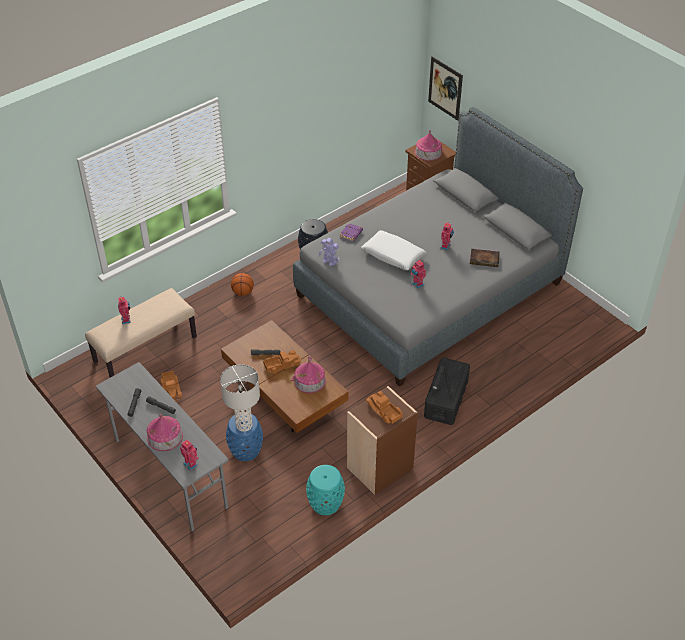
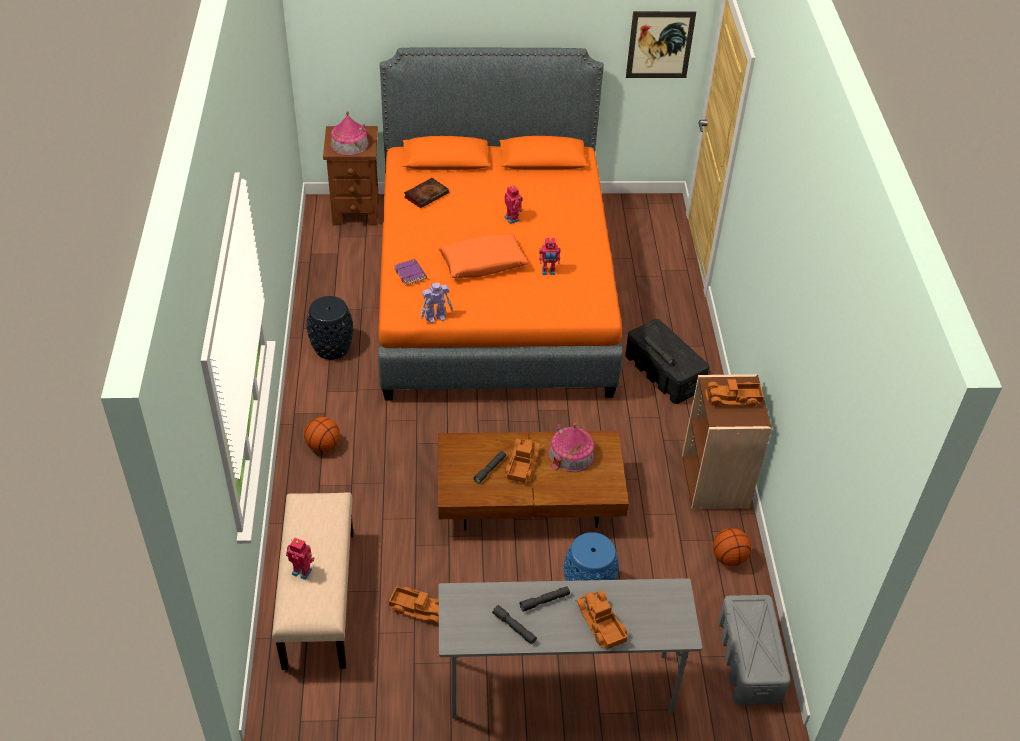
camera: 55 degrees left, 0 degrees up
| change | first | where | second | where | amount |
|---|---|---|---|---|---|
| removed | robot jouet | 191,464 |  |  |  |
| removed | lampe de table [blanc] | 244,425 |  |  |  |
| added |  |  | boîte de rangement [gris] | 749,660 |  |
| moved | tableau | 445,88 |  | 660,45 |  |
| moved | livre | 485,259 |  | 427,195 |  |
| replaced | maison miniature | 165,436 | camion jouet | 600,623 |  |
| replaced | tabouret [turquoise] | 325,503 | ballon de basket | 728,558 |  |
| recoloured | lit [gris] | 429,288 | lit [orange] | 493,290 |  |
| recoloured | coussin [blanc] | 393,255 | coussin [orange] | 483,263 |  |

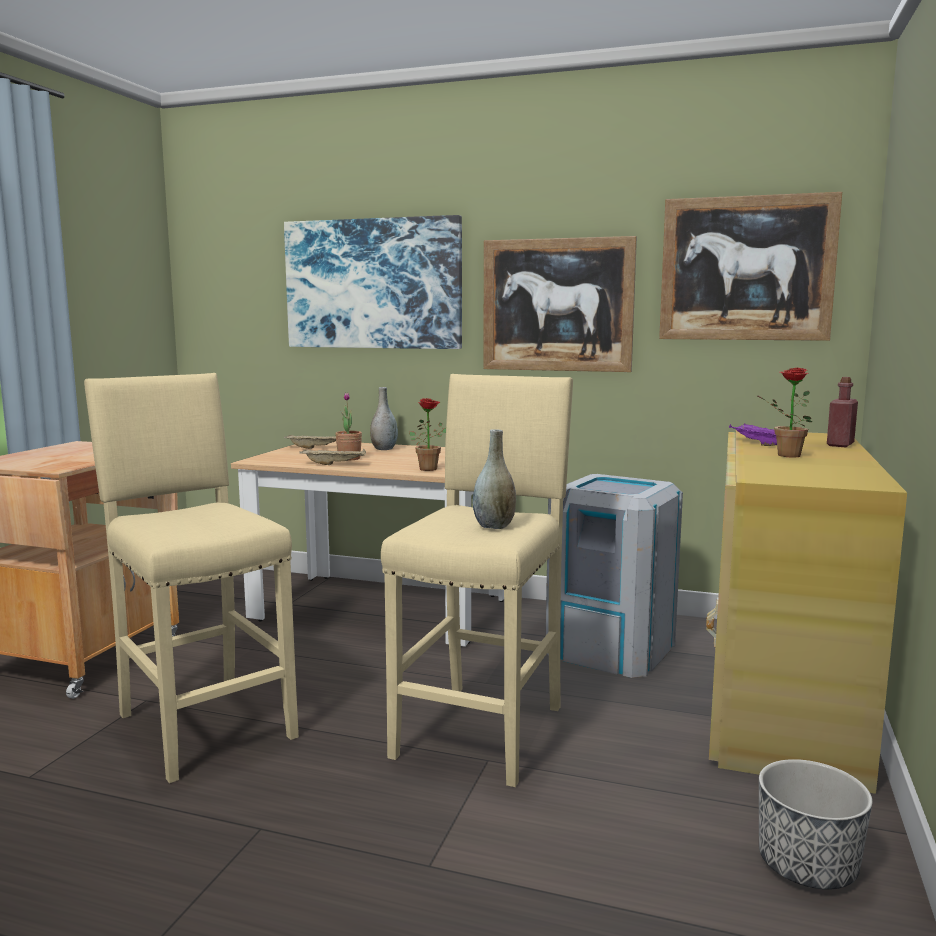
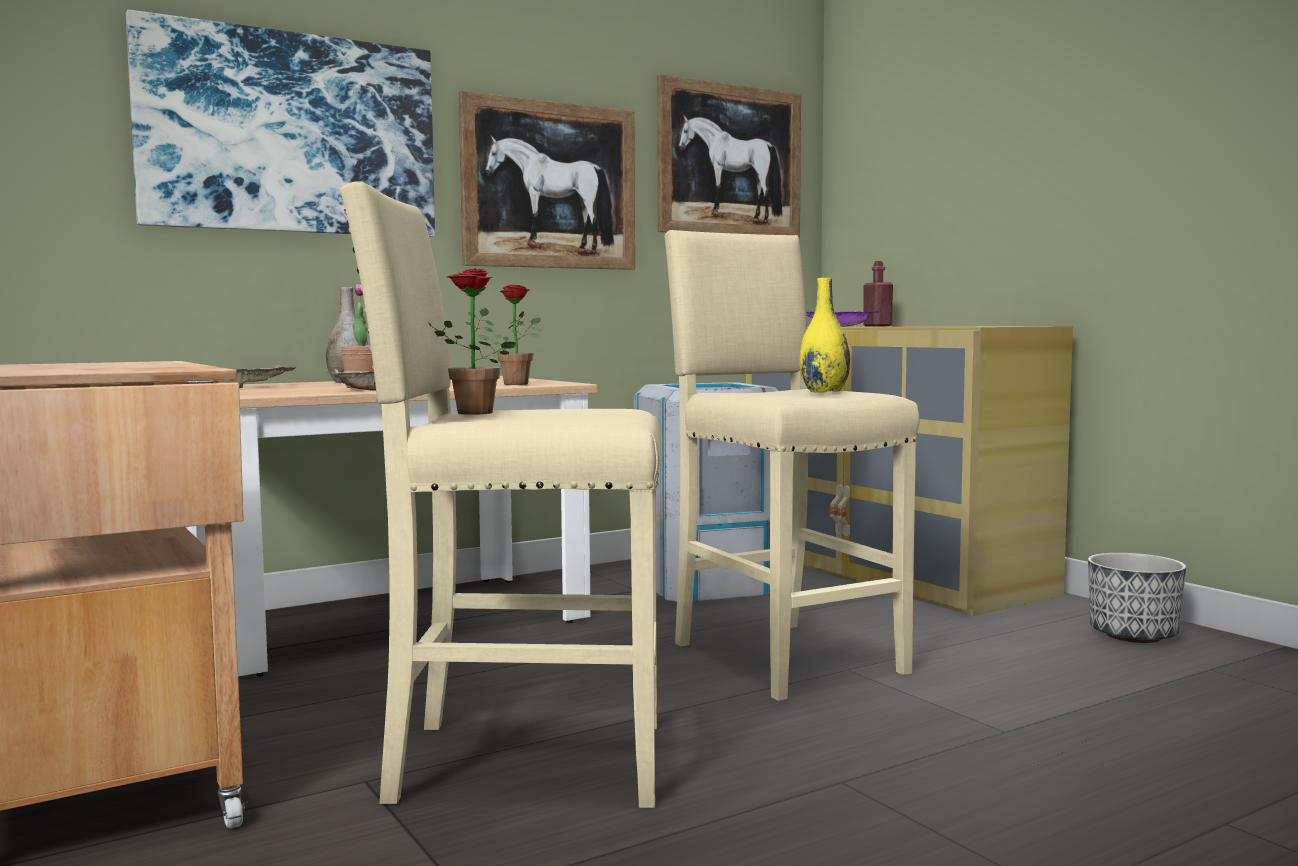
camera: 50 degrees left, 5 degrees down
| change | first | where | second | where | amount |
|---|---|---|---|---|---|
| moved | plante en pot | 783,455 |  | 467,413 |  |
| recoloured | vase [gris] | 494,526 | vase [jaune] | 824,391 |  |

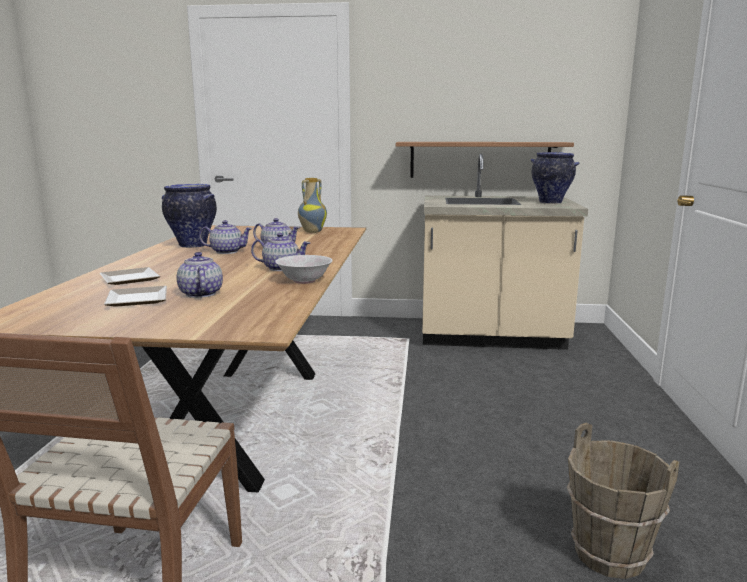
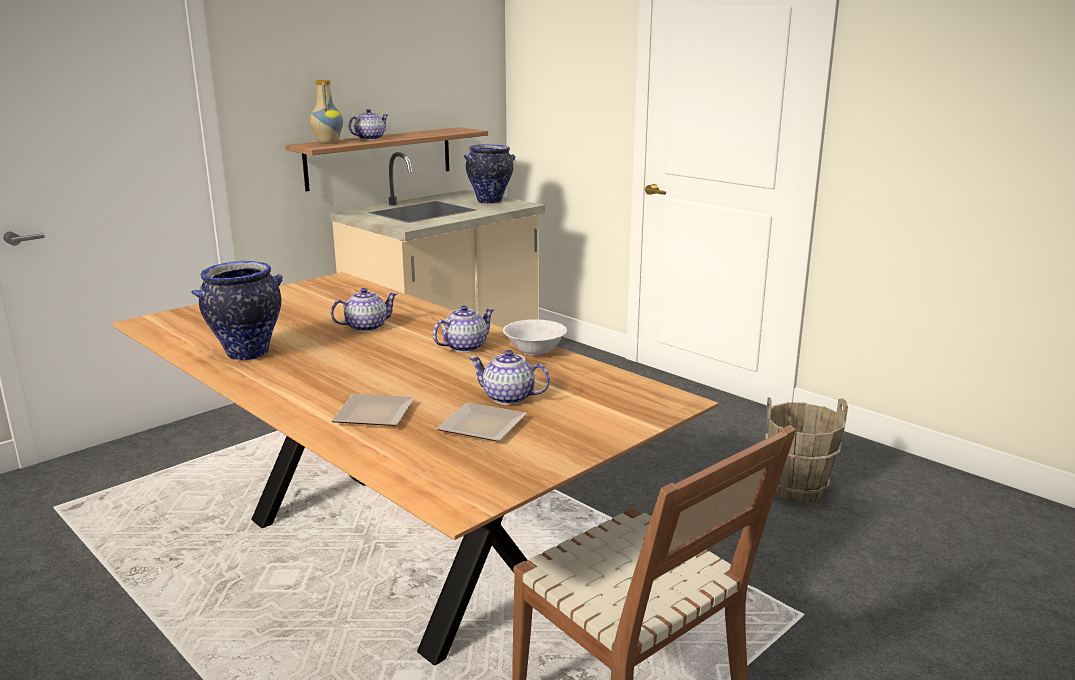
camera: 50 degrees left, 5 degrees up
| change | first | where | second | where | amount |
|---|---|---|---|---|---|
| moved | théière | 226,251 |  | 369,138 |  |
| moved | vase | 312,231 |  | 327,143 |  |

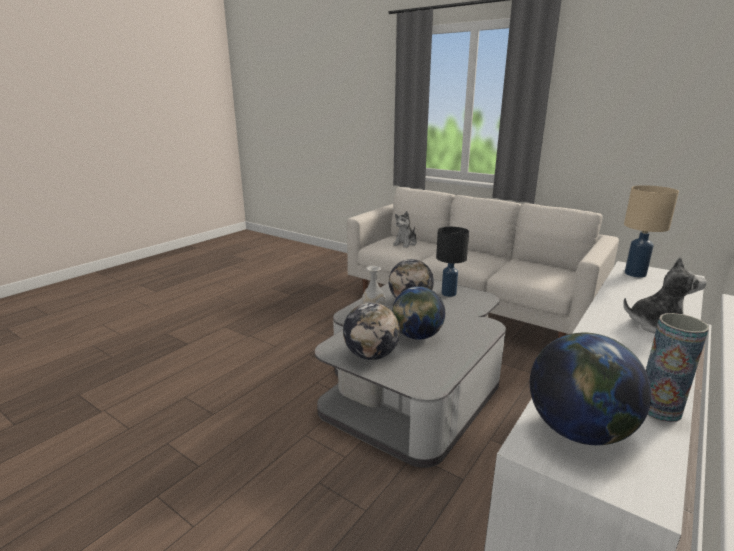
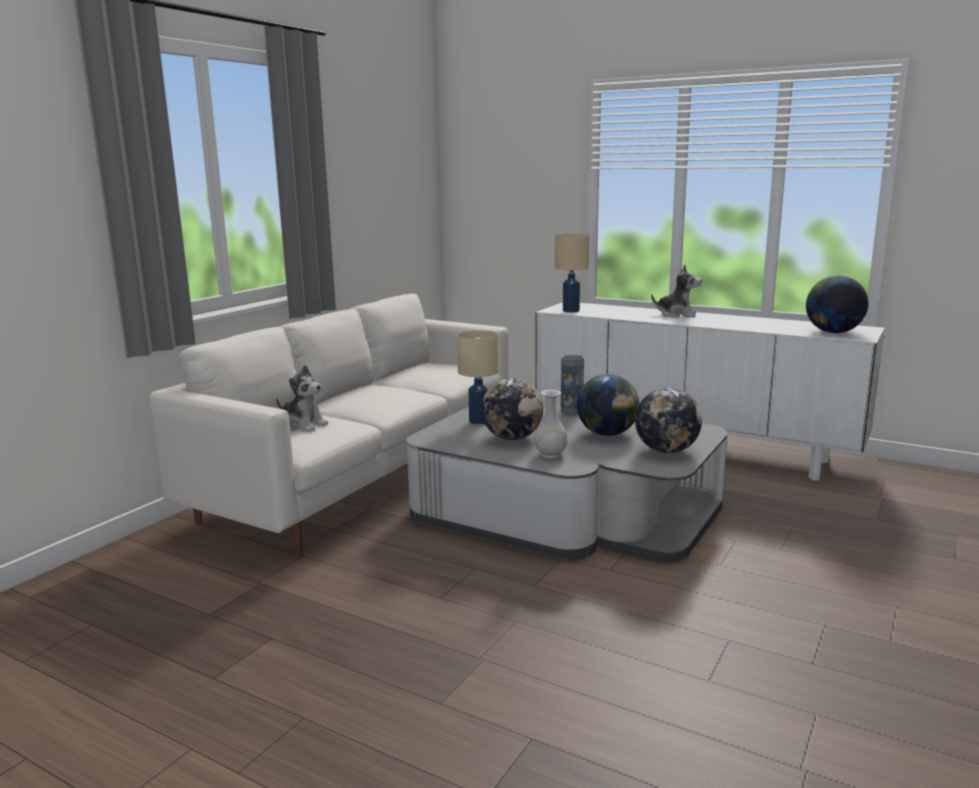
camera: 95 degrees left, 5 degrees down
| change | first | where | second | where | amount |
|---|---|---|---|---|---|
| moved | vase | 659,409 |  | 571,411 |  |
| recoloured | lampe de table [noir] | 448,293 | lampe de table [beige] | 478,421 |  |
| turned | peluche | 656,325 |  | 677,315 | 105 degrees clockwise |

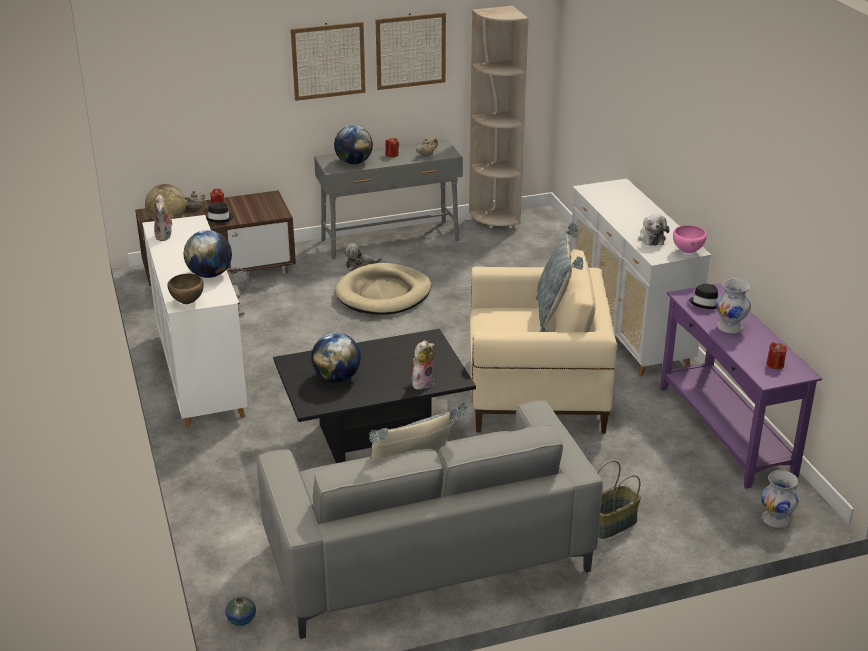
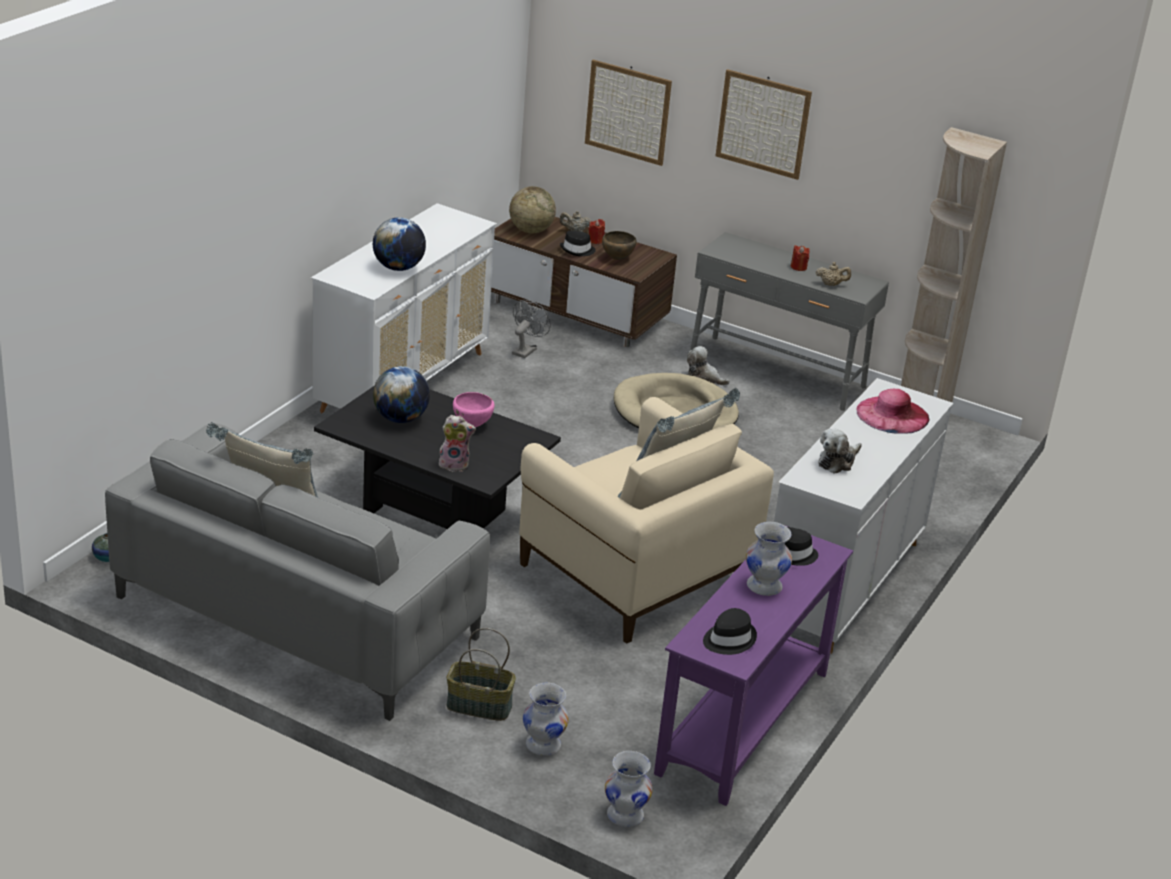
camera: 45 degrees right, 0 degrees up
| change | first | where | second | where | amount |
|---|---|---|---|---|---|
| removed | peluche | 165,236 |  |  |  |
| removed | globe | 353,162 |  |  |  |
| added |  |  | vase [blanc] | 543,745 |  |
| added |  |  | chapeau [rose] | 892,414 |  |
| moved | bol [marron] | 188,302 |  | 617,259 |  |
| moved | tableau | 410,49 |  | 628,110 |  |
| moved | bol [rose] | 687,251 |  | 472,425 |  |
| replaced | bougie [rouge] | 775,364 | chapeau [noir] | 728,639 |  |

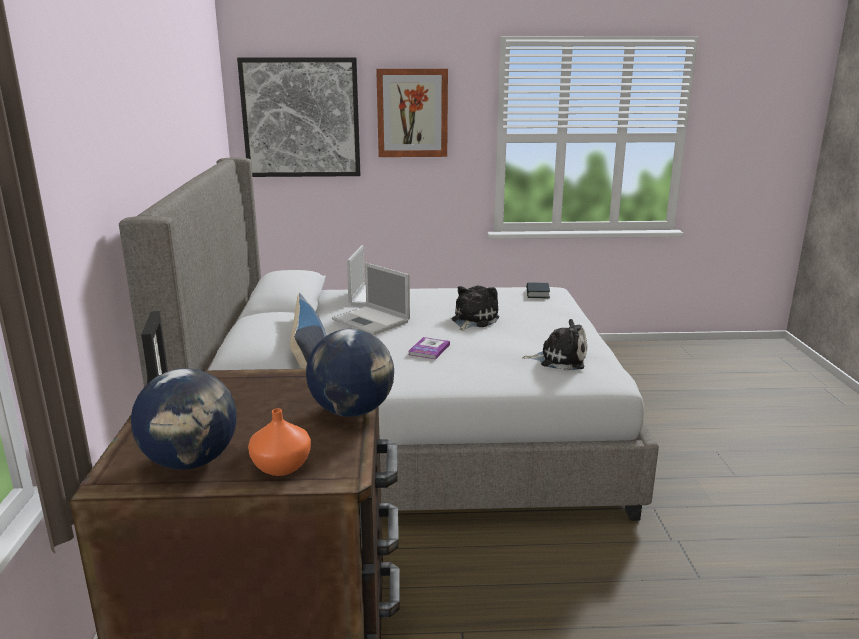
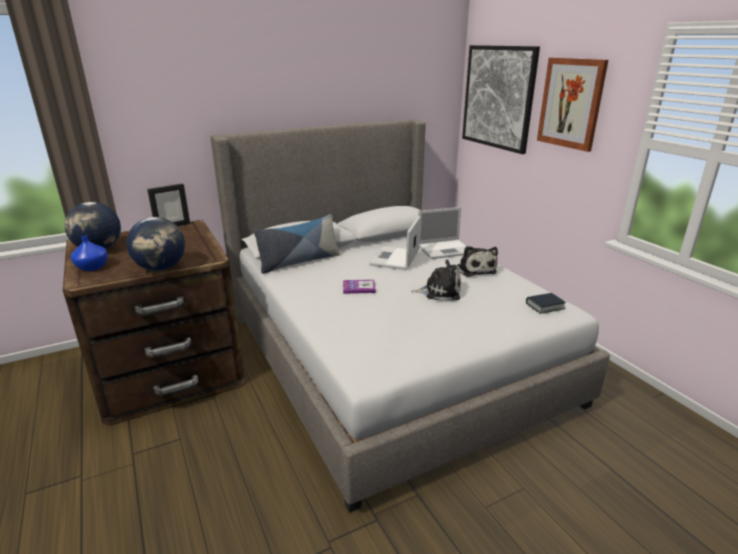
camera: 65 degrees right, 5 degrees up
| change | first | where | second | where | amount |
|---|---|---|---|---|---|
| moved | peluche | 559,359 |  | 475,269 |  |
| recoloured | vase [orange] | 280,467 | vase [bleu] | 92,267 |  |

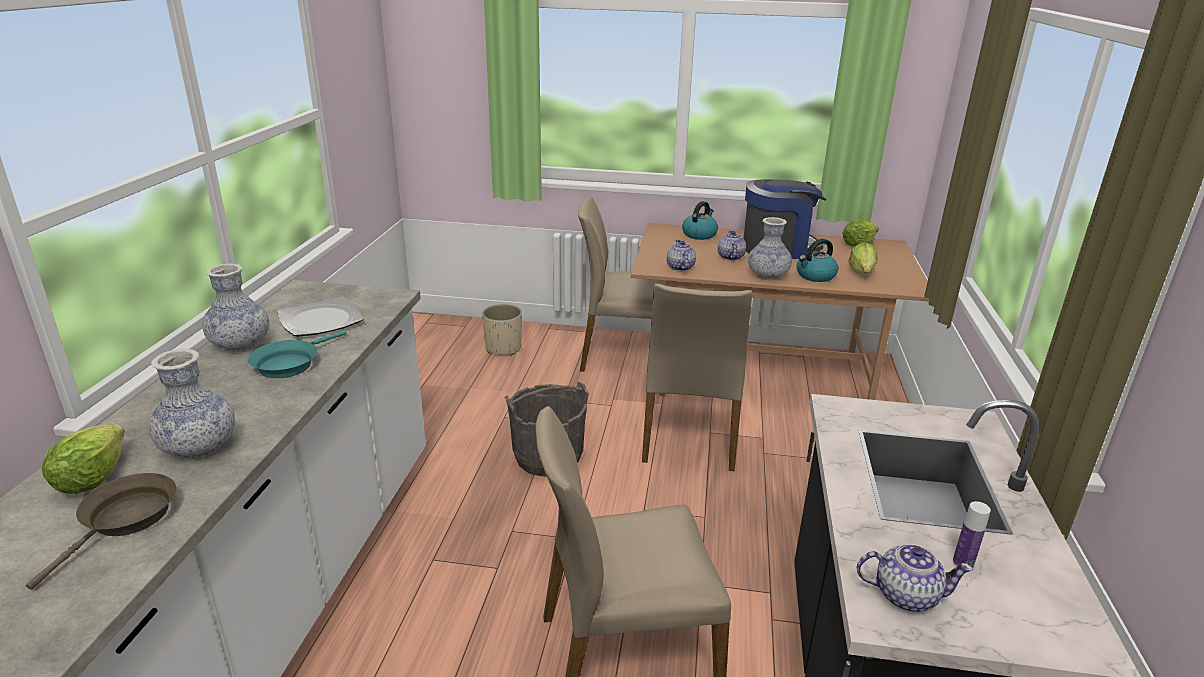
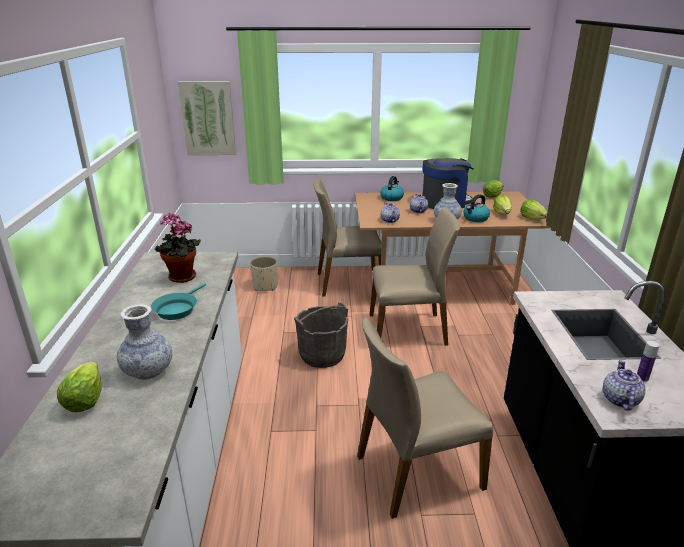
camera: 10 degrees left, 0 degrees up
| change | first | where | second | where | amount |
|---|---|---|---|---|---|
| removed | poêle [marron] | 125,520 |  |  |  |
| removed | vase | 240,345 |  |  |  |
| added |  |  | tableau | 208,118 |  |
| added |  |  | laitue | 532,218 |  |
| replaced | assiette | 320,321 | plante en pot | 181,278 |  |
| turned | chaise [beige] | 689,436 |  | 408,330 | 90 degrees counterclockwise |
| turned | théière | 905,595 |  | 619,400 | 75 degrees counterclockwise |

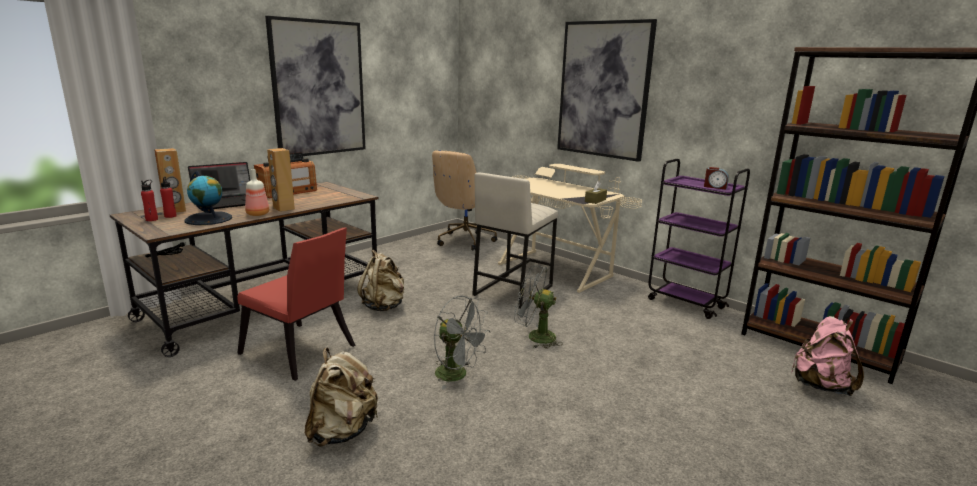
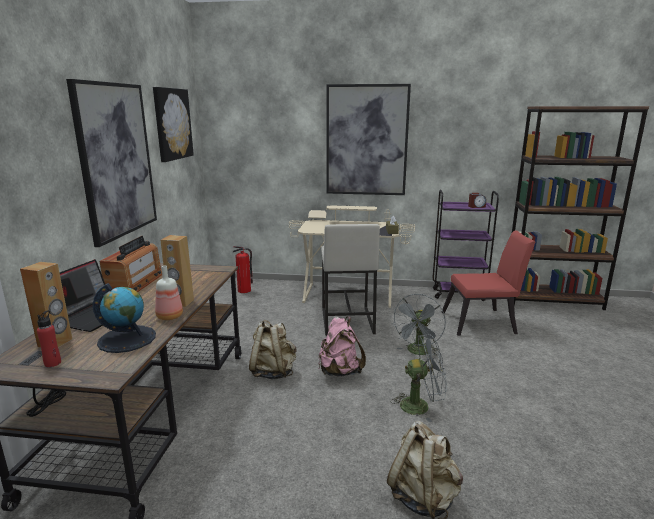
camera: 35 degrees left, 0 degrees up
| change | first | where | second | where | amount |
|---|---|---|---|---|---|
| removed | bouteille [rouge] | 170,216 |  |  |  |
| added |  |  | tableau | 172,124 |  |
| moved | chaise [rouge] | 301,353 |  | 483,323 |  |
| moved | sac à dos [rose] | 820,385 |  | 339,371 |  |
| replaced | chaise de bureau [bleu] | 464,241 | extincteur | 244,290 |  |
| turned | ventilateur [gris] | 535,337 |  | 418,352 | 45 degrees counterclockwise |

